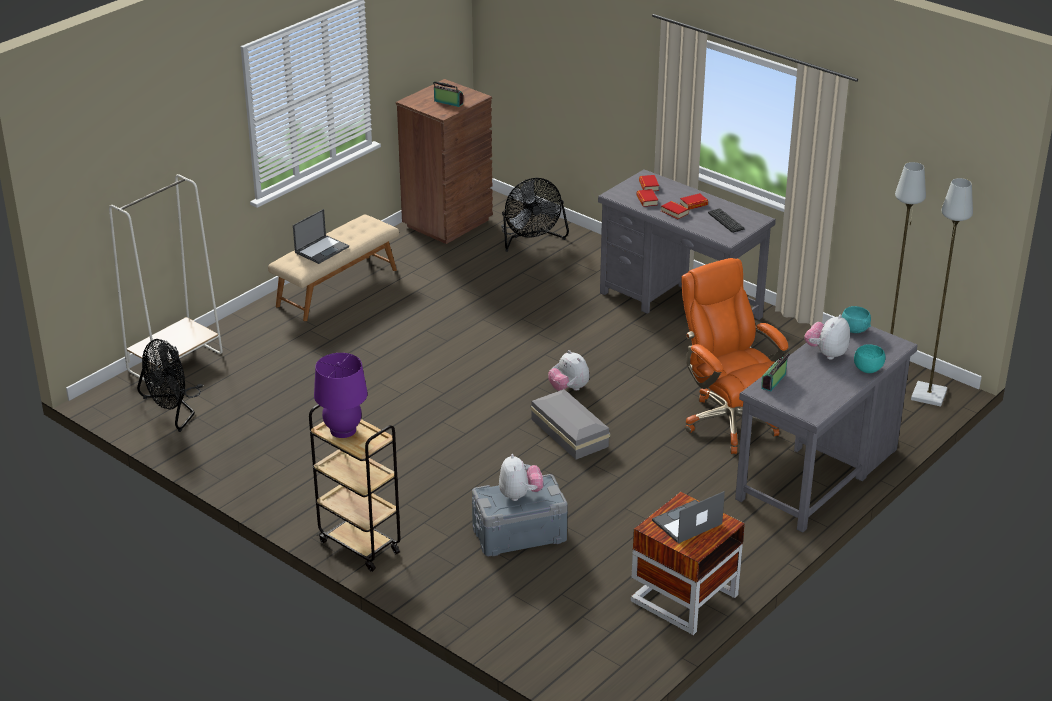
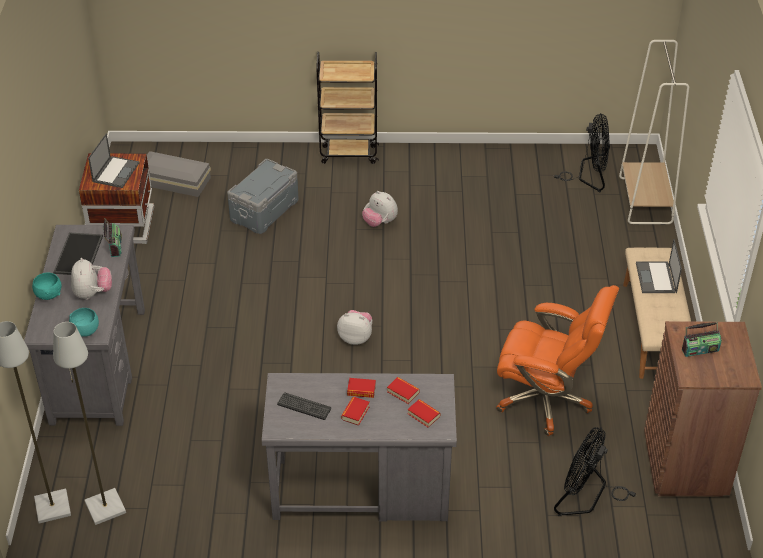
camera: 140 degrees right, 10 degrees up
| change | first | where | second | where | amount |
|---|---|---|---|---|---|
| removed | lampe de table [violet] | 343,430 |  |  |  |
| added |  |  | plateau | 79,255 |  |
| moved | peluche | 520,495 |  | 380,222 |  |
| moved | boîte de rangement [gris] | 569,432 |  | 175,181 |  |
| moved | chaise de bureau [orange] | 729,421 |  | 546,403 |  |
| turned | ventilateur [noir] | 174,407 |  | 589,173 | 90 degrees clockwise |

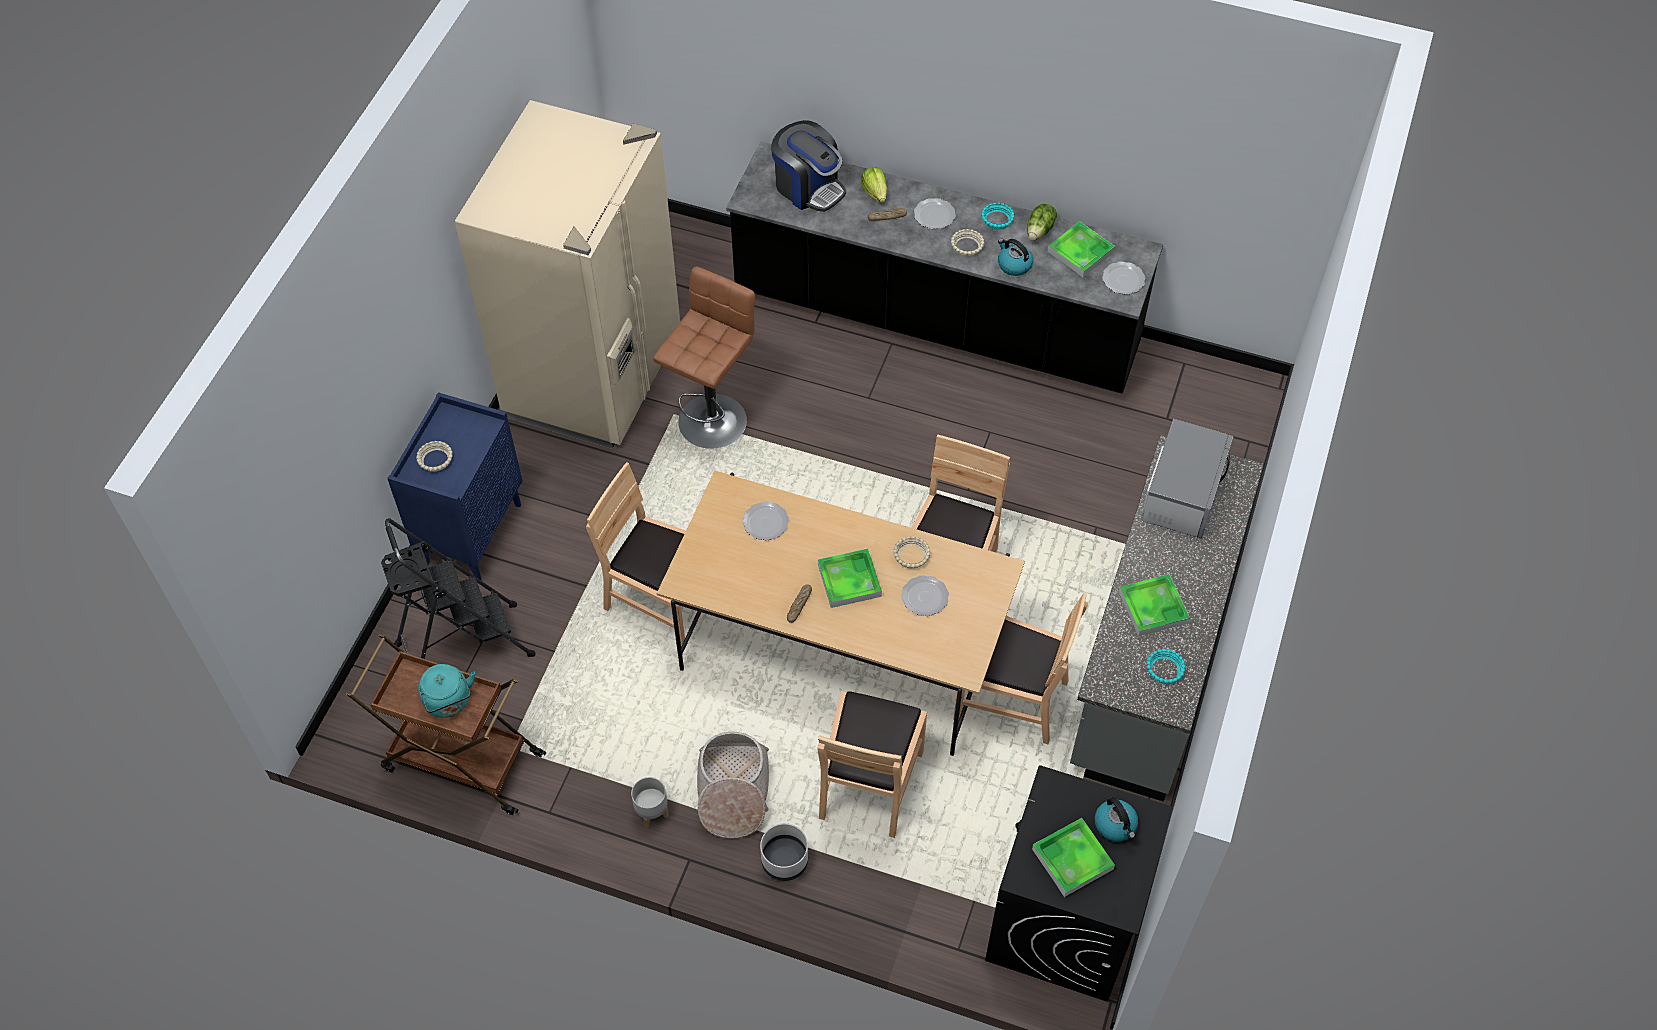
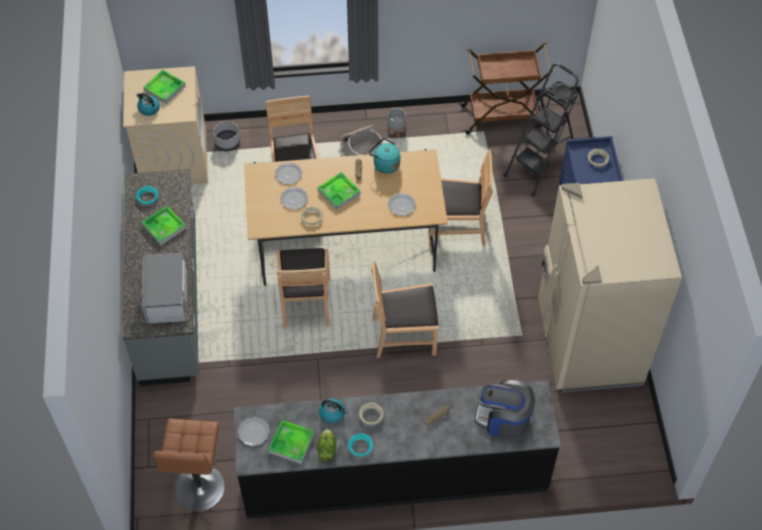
camera: 155 degrees right, 0 degrees up
| change | first | where | second | where | amount |
|---|---|---|---|---|---|
| removed | laitue | 875,192 |  |  |  |
| moved | bouilloire [turquoise] | 449,703 |  | 385,164 |  |
| moved | tabouret [marron] | 713,421 |  | 199,488 |  |
| moved | cache-pot [gris] | 784,861 |  | 228,143 |  |
| moved | assiette | 933,215 |  | 289,174 |  |
| moved | chaise [marron] | 1011,698 |  | 404,335 |  |
| recoloured | lave-linge [noir] | 1064,922 | lave-linge [beige] | 174,158 |  |

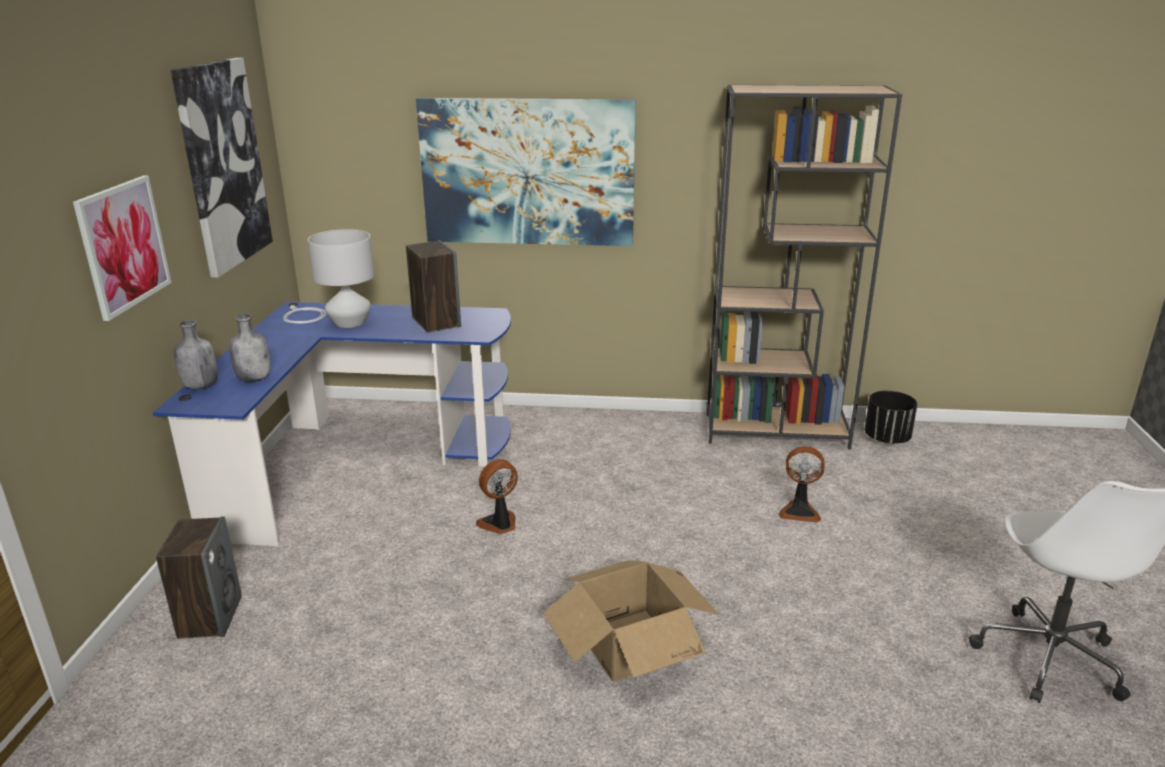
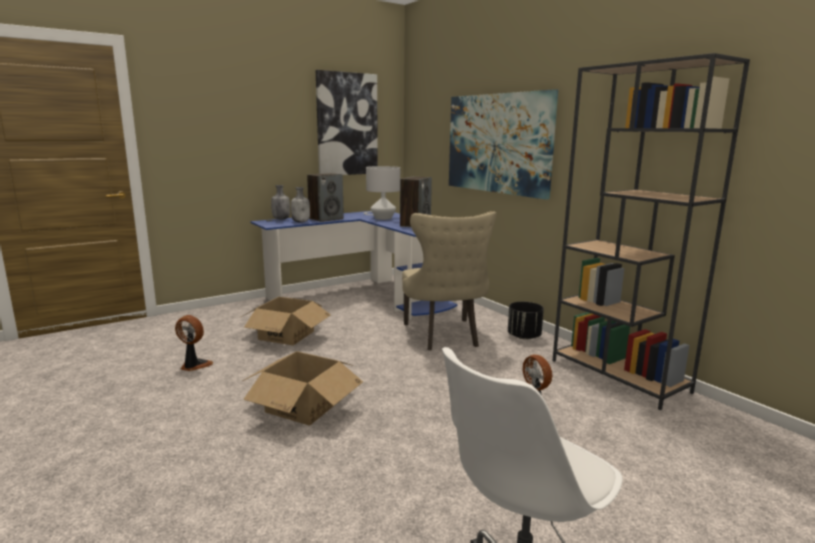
camera: 50 degrees right, 10 degrees down
| change | first | where | second | where | amount |
|---|---|---|---|---|---|
| removed | tableau | 123,245 |  |  |  |
| added |  |  | carton | 287,335 |  |
| added |  |  | chaise [beige] | 444,335 |  |
| moved | enceinte | 210,617 |  | 326,219 |  |
| moved | ventilateur | 499,524 |  | 194,366 |  |
| moved | cache-pot [noir] | 887,438 |  | 524,337 |  |

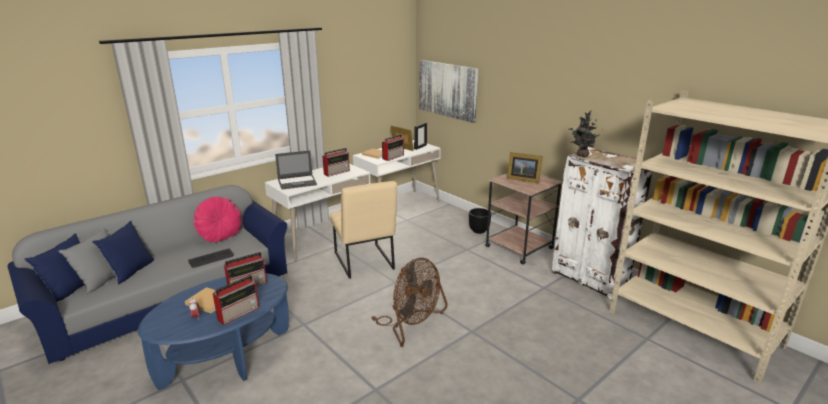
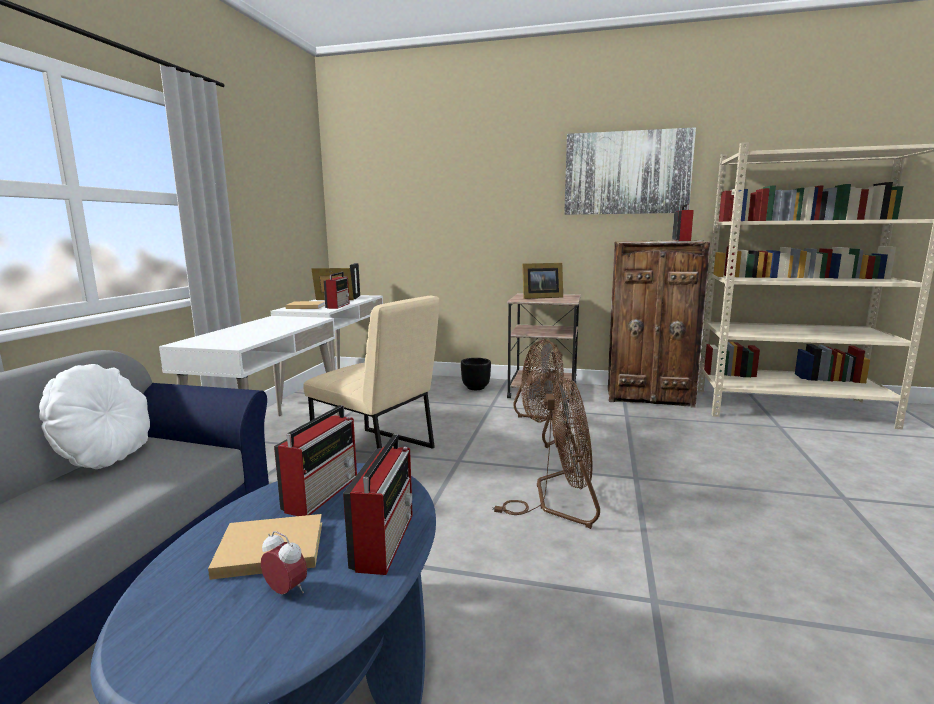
camera: 35 degrees left, 10 degrees down
| change | first | where | second | where | amount |
|---|---|---|---|---|---|
| removed | clavier | 211,259 |  |  |  |
| removed | ordinateur portable | 297,182 |  |  |  |
| removed | plante en pot | 581,155 |  |  |  |
| added |  |  | ventilateur [marron] | 547,428 |  |
| moved | radio | 337,172 |  | 681,240 |  |
| moved | tableau | 447,90 |  | 627,173 |  |
| recoloured | coussin [rose] | 221,238 | coussin [blanc] | 106,460 |  |
| recoloured | meuble de rangement [blanc] | 590,278 | meuble de rangement [marron] | 649,397 |  |

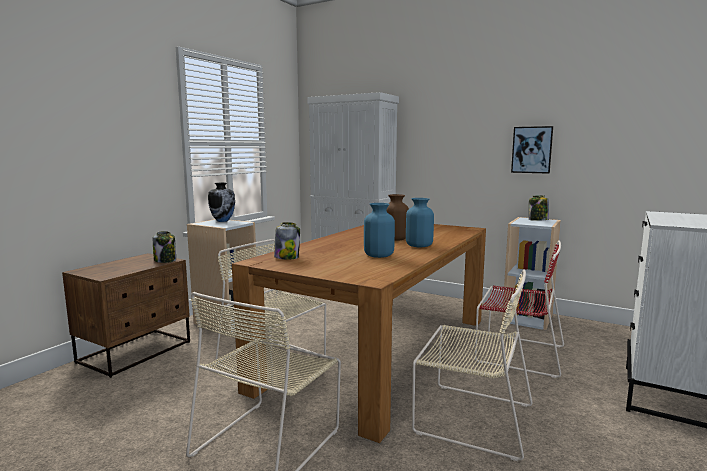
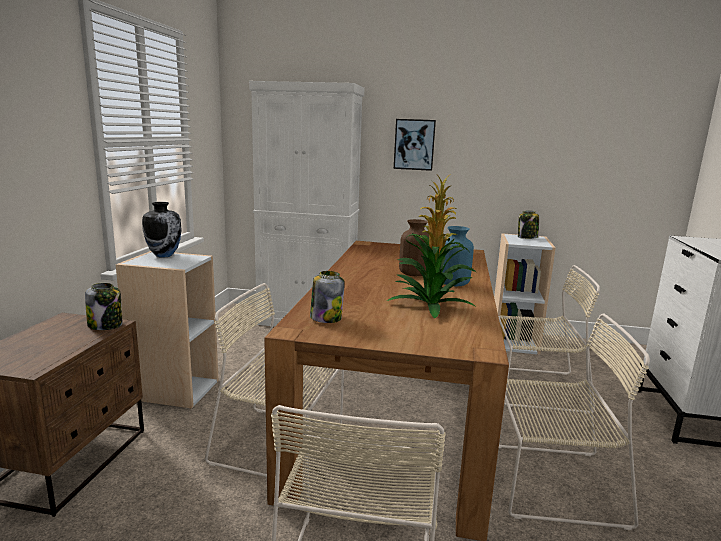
camera: 20 degrees left, 5 degrees up
| change | first | where | second | where | amount |
|---|---|---|---|---|---|
| moved | tableau | 532,150 |  | 414,144 |  |
| replaced | vase [bleu] | 378,255 | plante en pot | 431,304 |  |
| recoloured | chaise [rouge] | 516,353 | chaise [beige] | 534,388 |  |

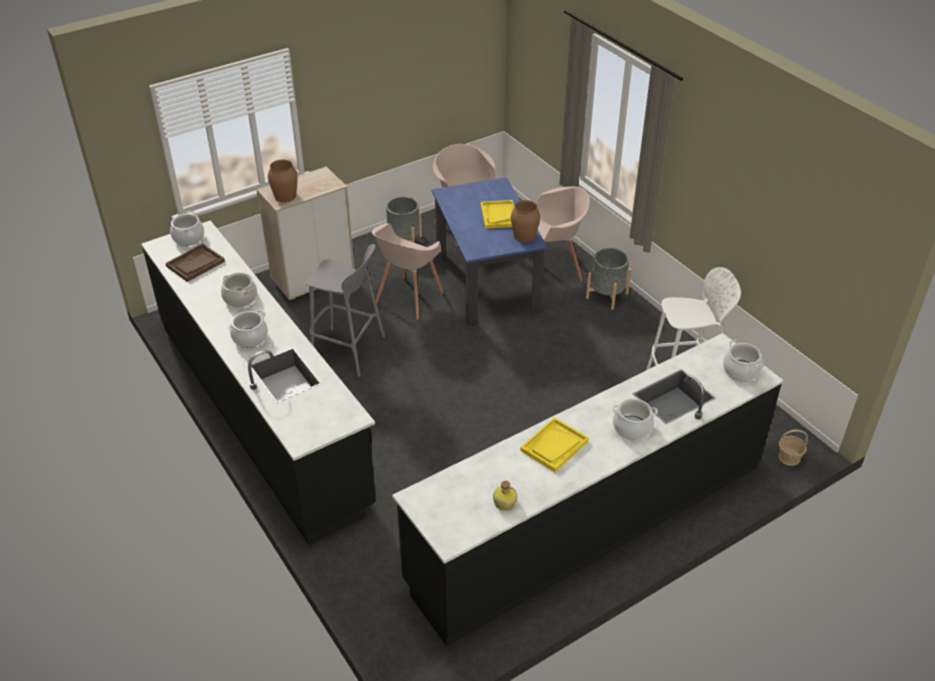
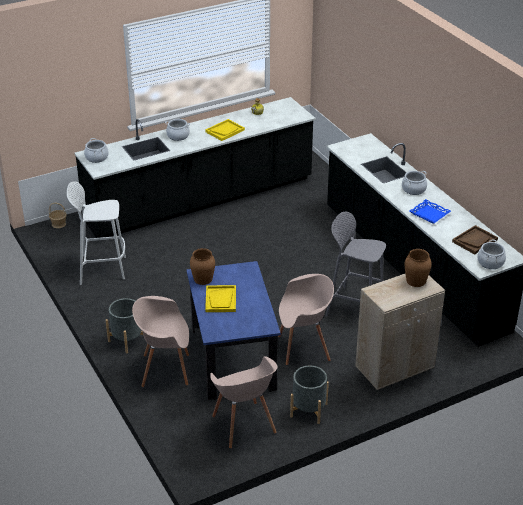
camera: 175 degrees left, 5 degrees down
| change | first | where | second | where | amount |
|---|---|---|---|---|---|
| replaced | marmite | 240,298 | plateau [bleu] | 429,214 |  |
| turned | chaise [beige] | 409,298 |  | 304,348 | 45 degrees clockwise |

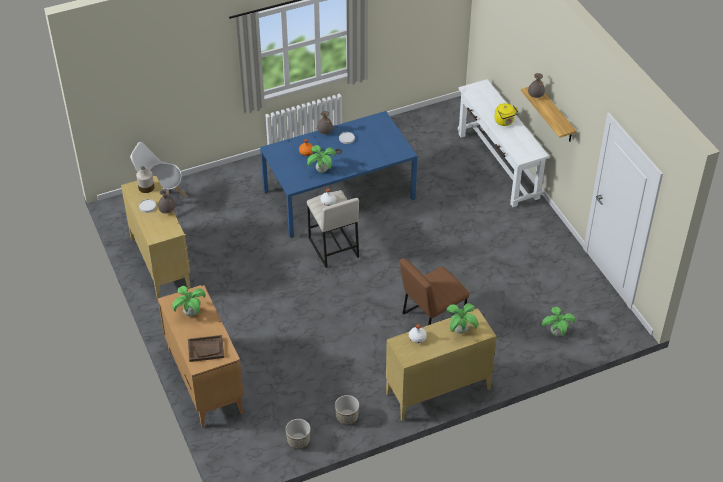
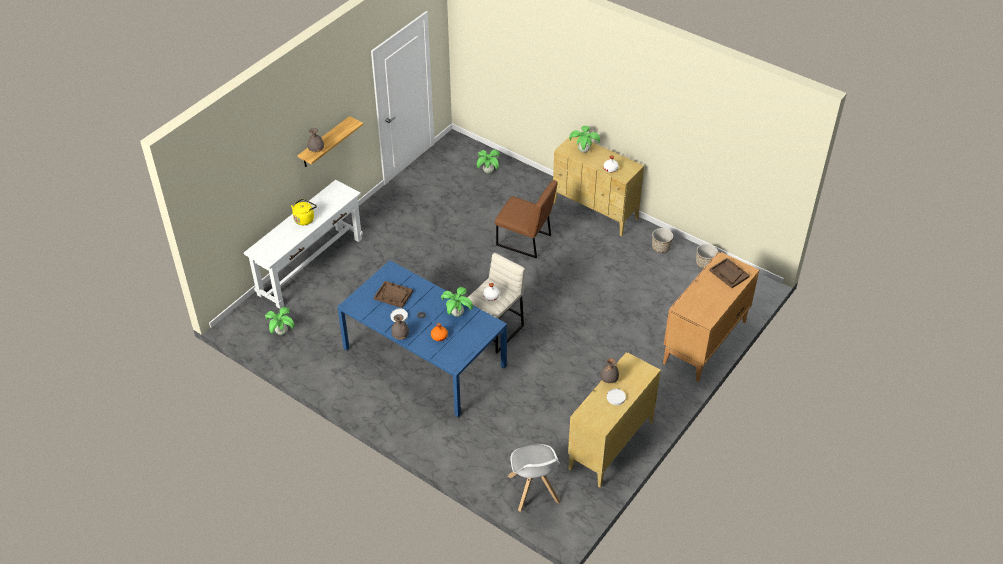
camera: 120 degrees left, 0 degrees up
| change | first | where | second | where | amount |
|---|---|---|---|---|---|
| removed | vase [beige] | 146,187 |  |  |  |
| added |  |  | plateau [marron] | 393,295 |  |
| moved | plante en pot | 191,313 |  | 282,332 |  |

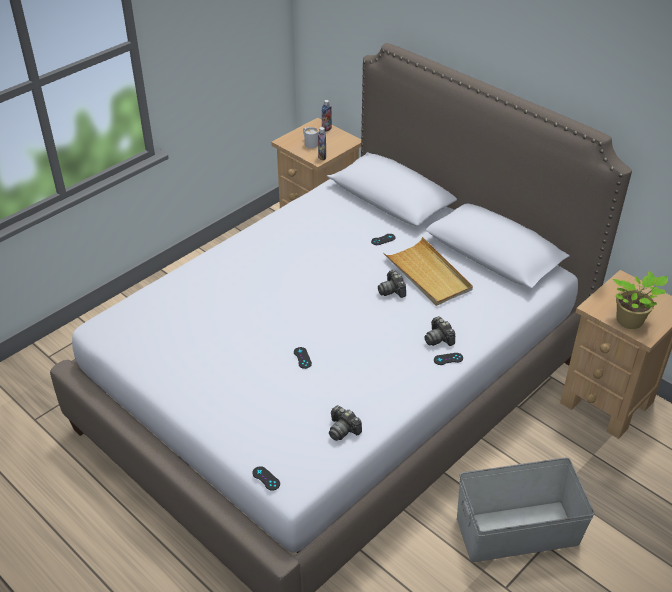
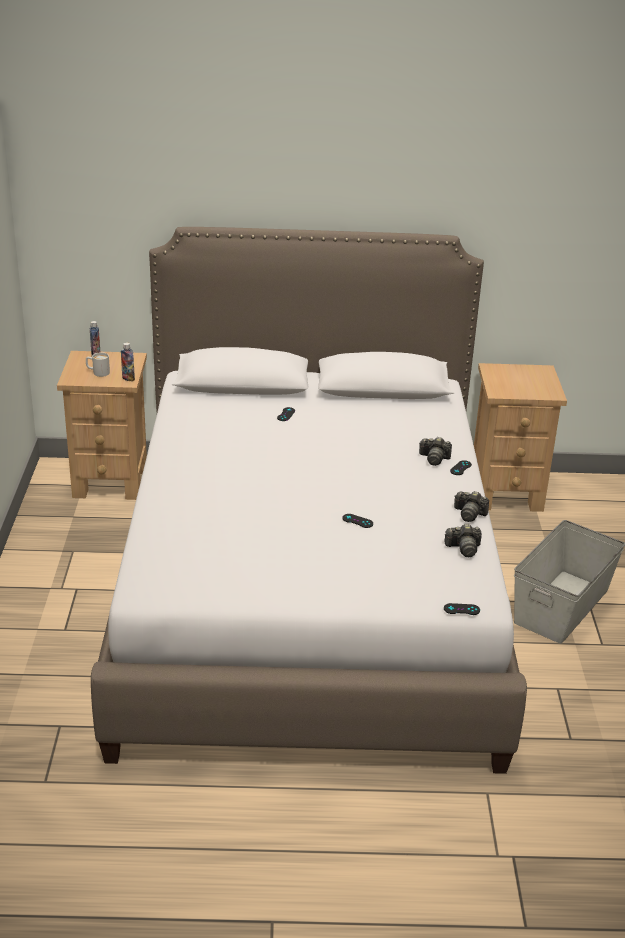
camera: 45 degrees left, 10 degrees down
| change | first | where | second | where | amount |
|---|---|---|---|---|---|
| removed | plateau [beige] | 428,274 |  |  |  |
| removed | plante en pot | 631,322 |  |  |  |
| moved | appareil photo | 392,290 |  | 469,514 |  |

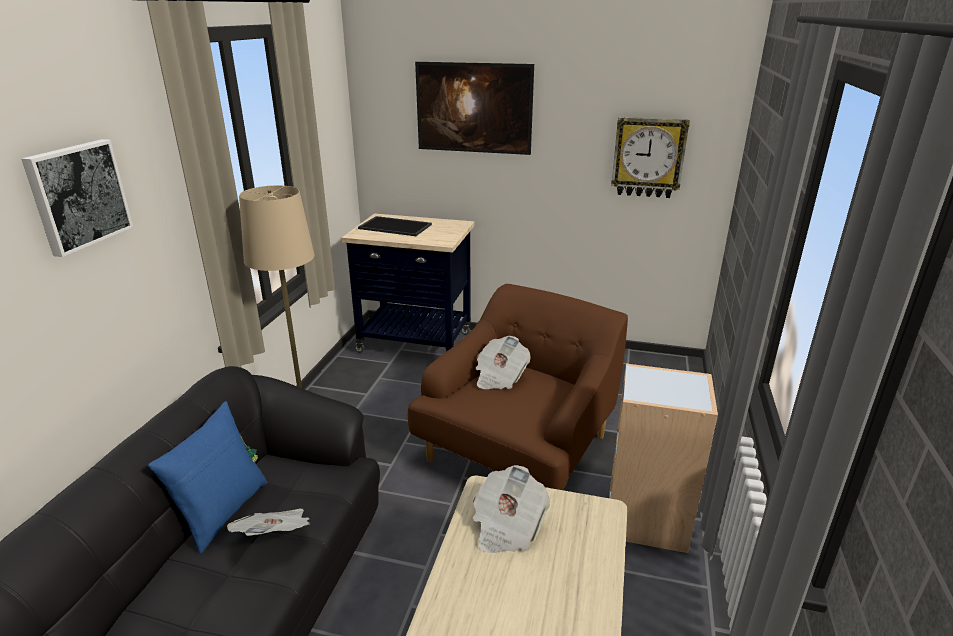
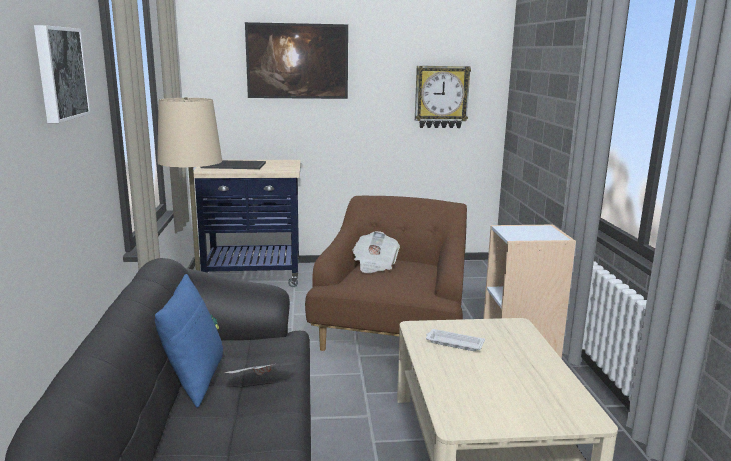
camera: 20 degrees left, 10 degrees down
| change | first | where | second | where | amount |
|---|---|---|---|---|---|
| replaced | journal | 507,526 | plateau [blanc] | 453,343 |  |

